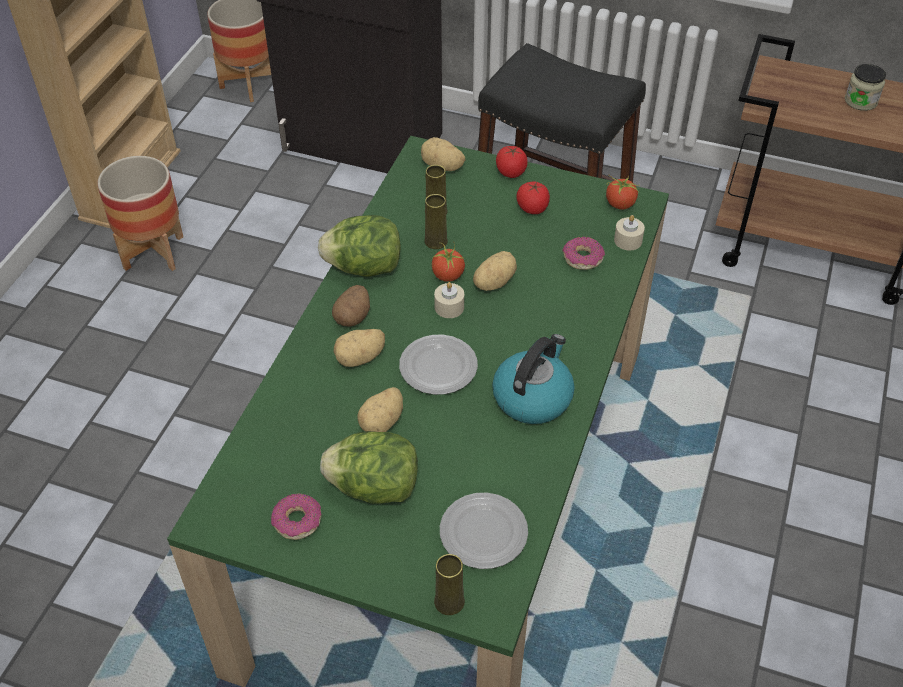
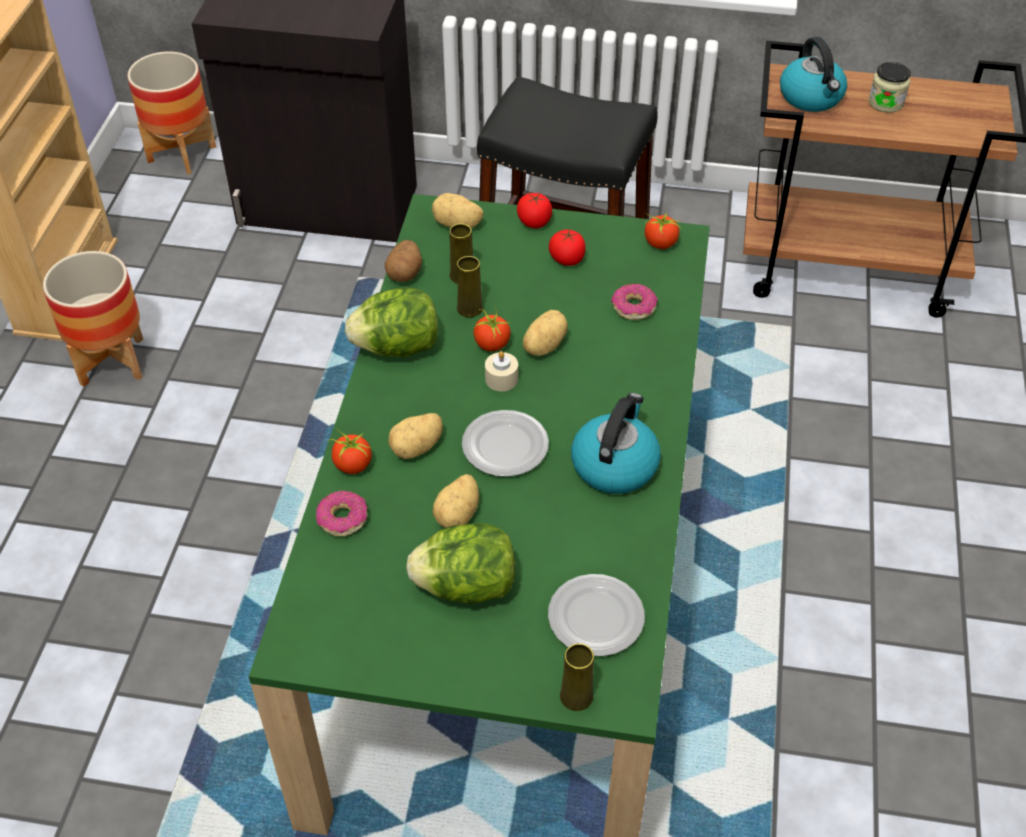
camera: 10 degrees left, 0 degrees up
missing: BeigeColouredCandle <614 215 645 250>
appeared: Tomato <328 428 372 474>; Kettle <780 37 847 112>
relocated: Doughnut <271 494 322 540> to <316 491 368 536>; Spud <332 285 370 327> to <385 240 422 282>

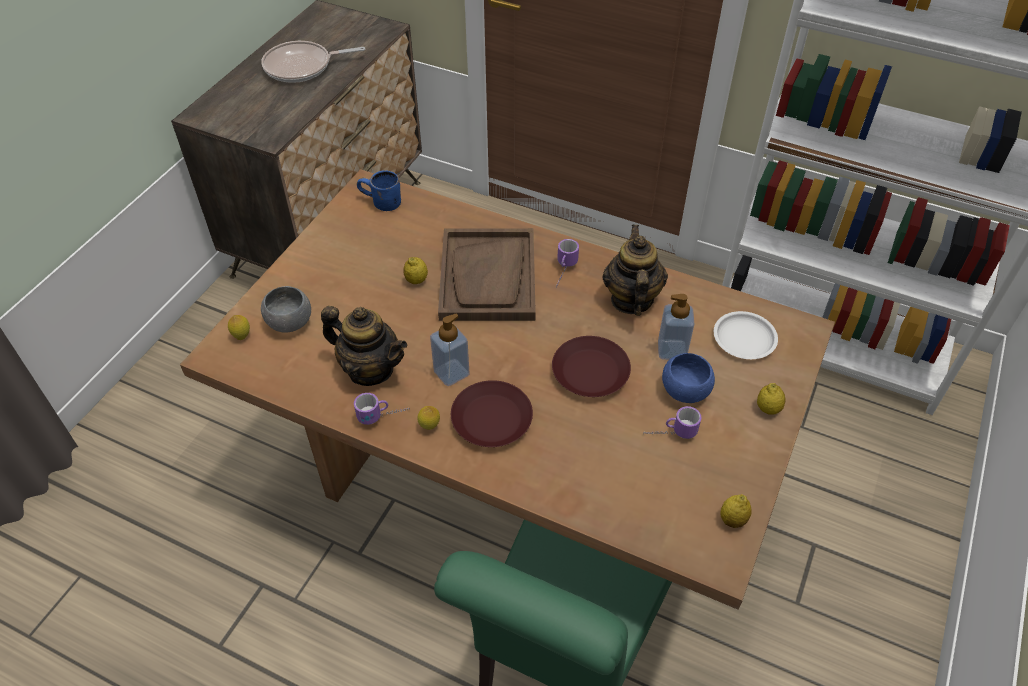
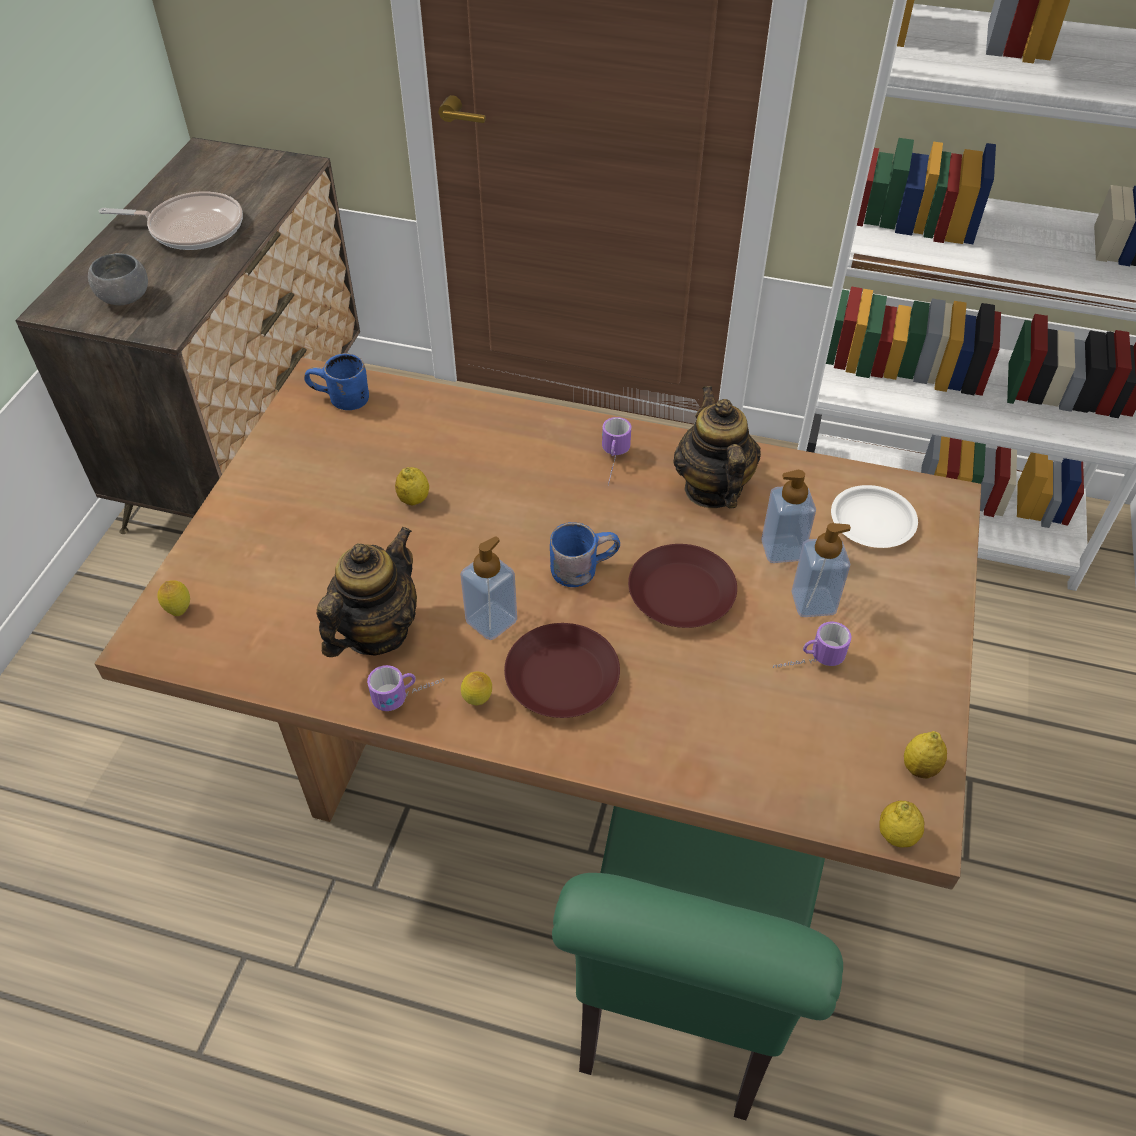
camera: 10 degrees left, 0 degrees up
missing: BrownColouredServingTray <438 228 536 321>
appeared: BlueColouredTeaMug <550 522 620 587>
relocated: GrayBowl <261 286 311 333> to <88 253 148 305>; WholeLemon <757 383 786 415> to <879 801 924 847>
exchanged: BlueColouredBowl <662 353 715 403> to SoapDispenser <791 523 851 617>
spun: Skillet <261 41 365 83> = <99 192 243 250> 150 degrees counterclockwise; Teapot <321 306 407 386> = <317 527 417 657> 75 degrees counterclockwise

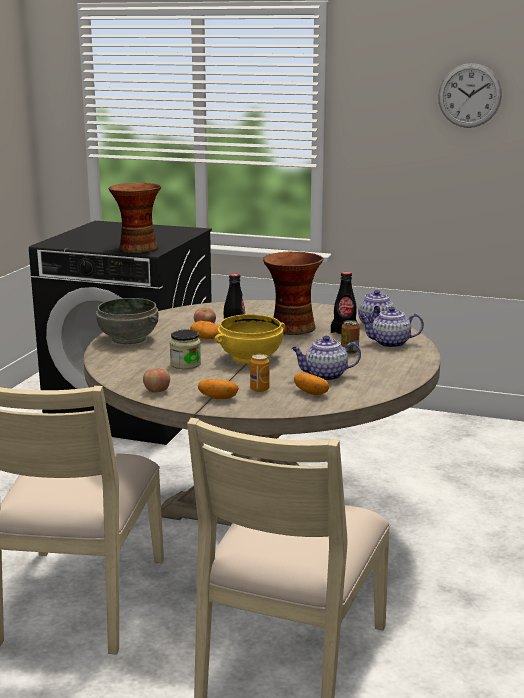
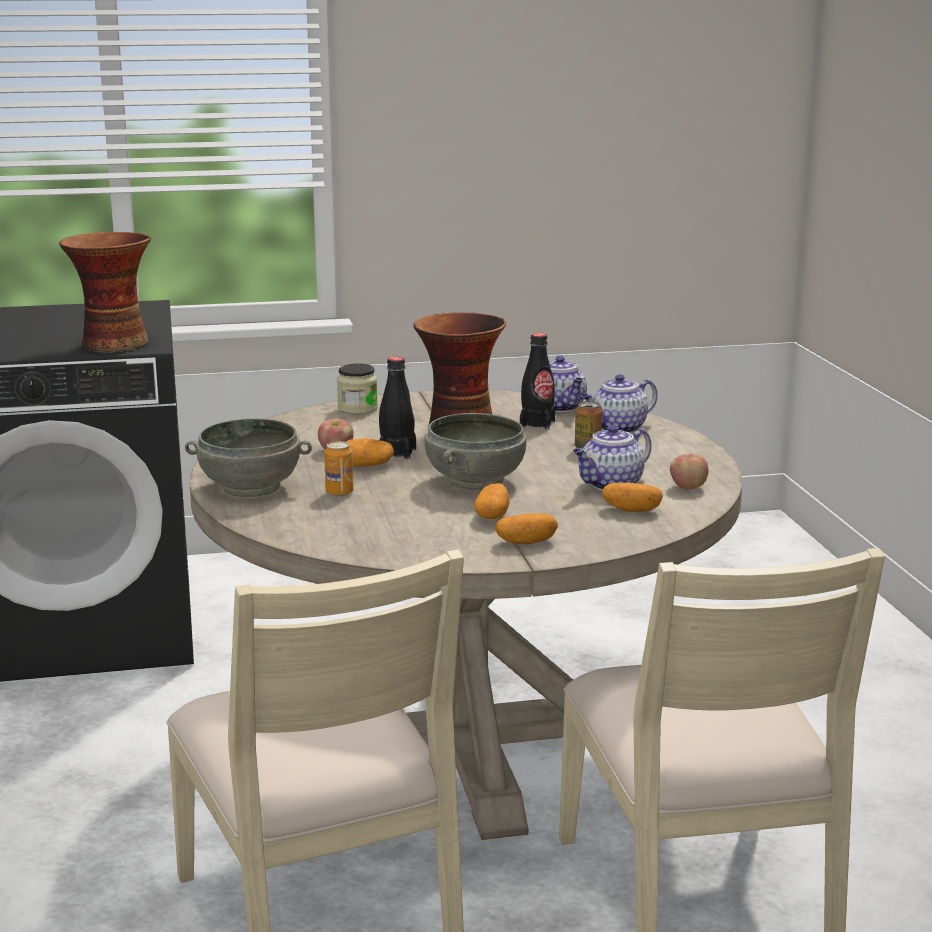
camera: 30 degrees left, 0 degrees up
missing: HangingClock <438 63 502 128>
appeared: Spud <474 483 510 519>
relocated: MetalCan <250 354 269 392> to <324 441 354 497>; StorageJar <170 330 201 369> to <337 364 378 414>; WholeApple <143 368 170 393> to <670 454 708 489>
colour: YellowishBowl <214 314 285 364> to GrayBowl <424 413 526 490>

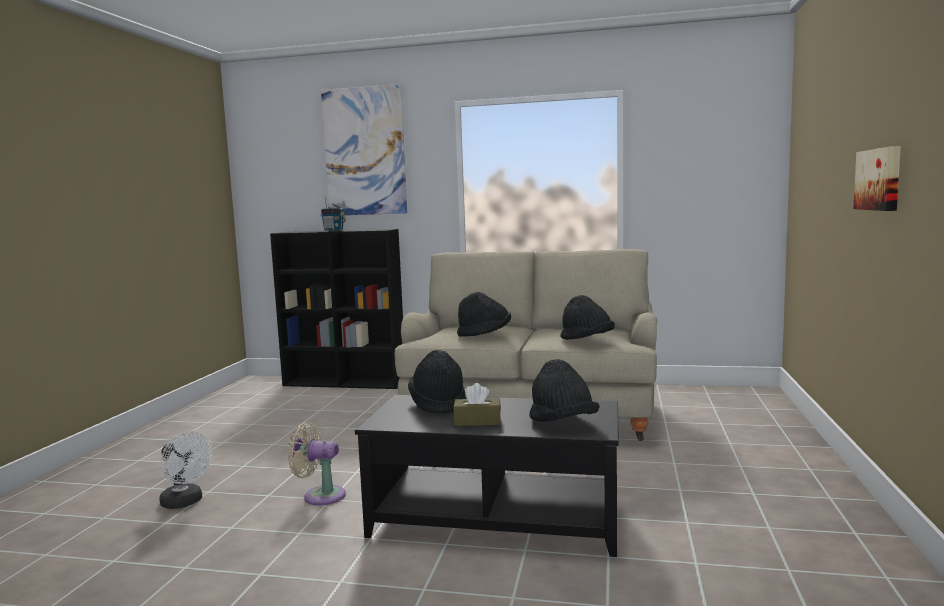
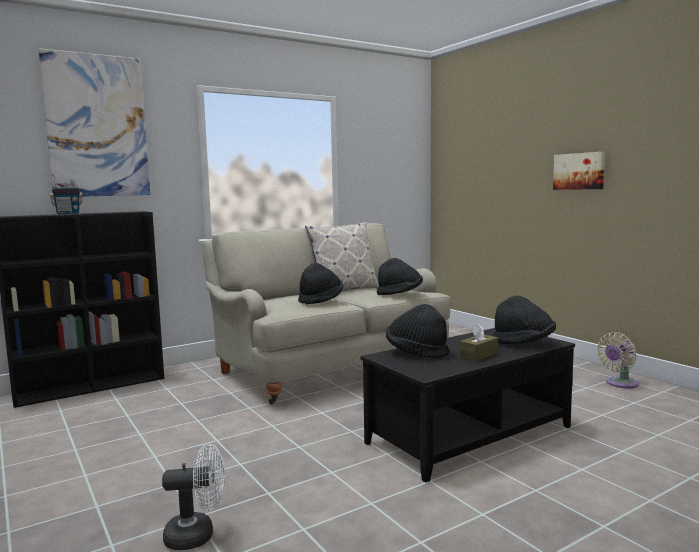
camera: 45 degrees left, 0 degrees up
appeared: Pillow <305 222 379 290>
relocated: BeigeColouredElectricFan <287 422 346 505> to <597 332 639 388>

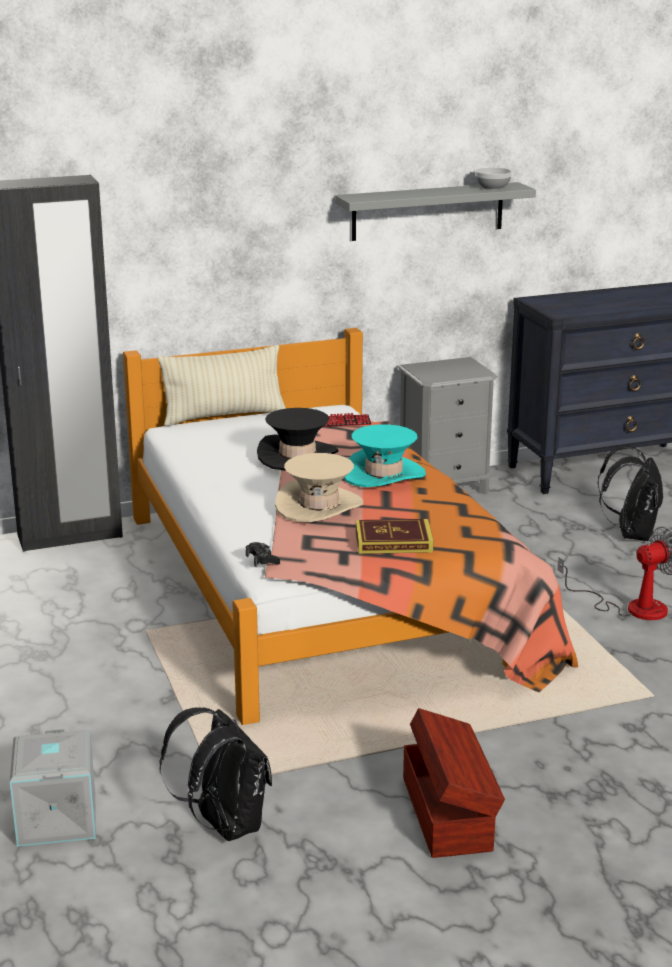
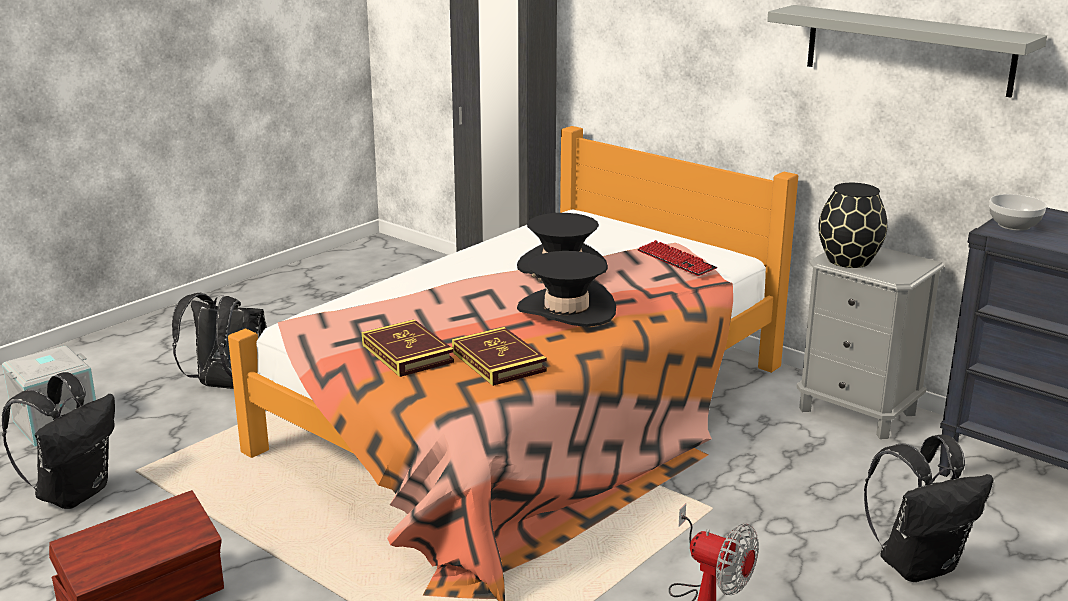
camera: 60 degrees right, 0 degrees up
missing: BeigeColouredPillow <158 345 286 426>; BlackishGamepad <246 542 280 567>; BeigeColouredHat <275 453 363 522>
appeared: BlackishRucksack <172 293 267 389>; BoundBook <452 327 547 386>; BlackishDecorativeVase <819 183 888 268>
relocated: Bowl <475 167 512 190> to <989 194 1047 231>
colour: BlueGreenHat <344 424 426 487> to BlackishHat <517 251 616 327>

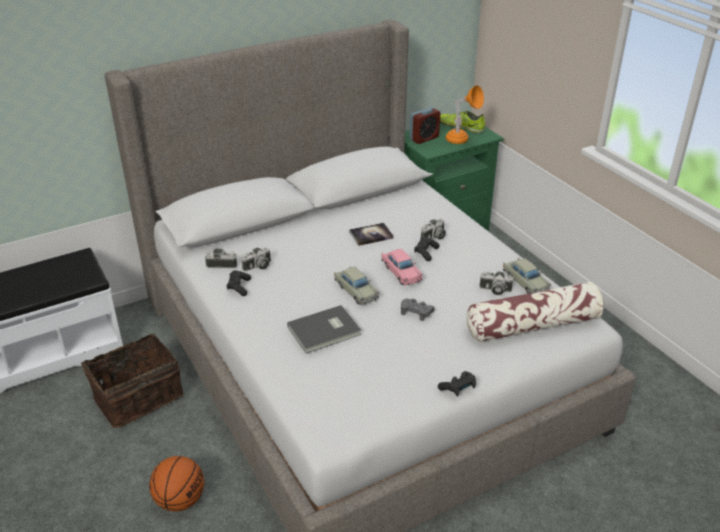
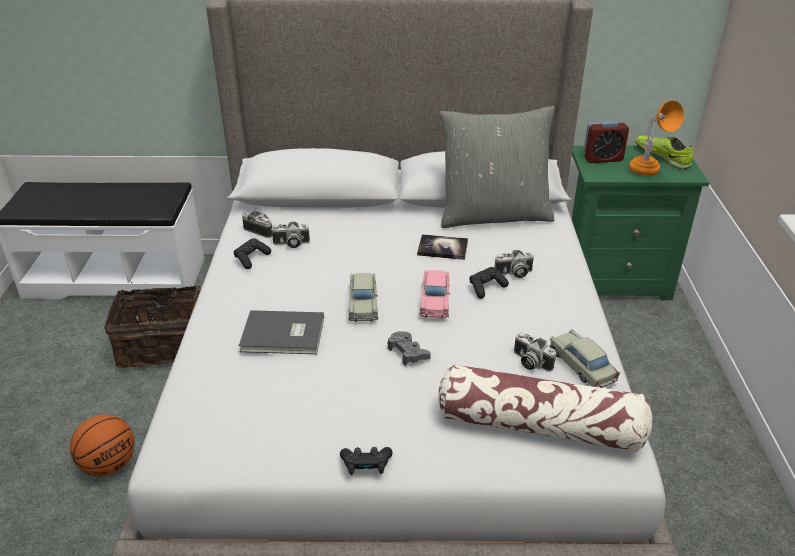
camera: 30 degrees right, 0 degrees up
appeared: GrayPillow <439 106 554 228>
spun: BeigeColouredModelCar <503 258 551 294> = <549 329 620 388> 150 degrees clockwise

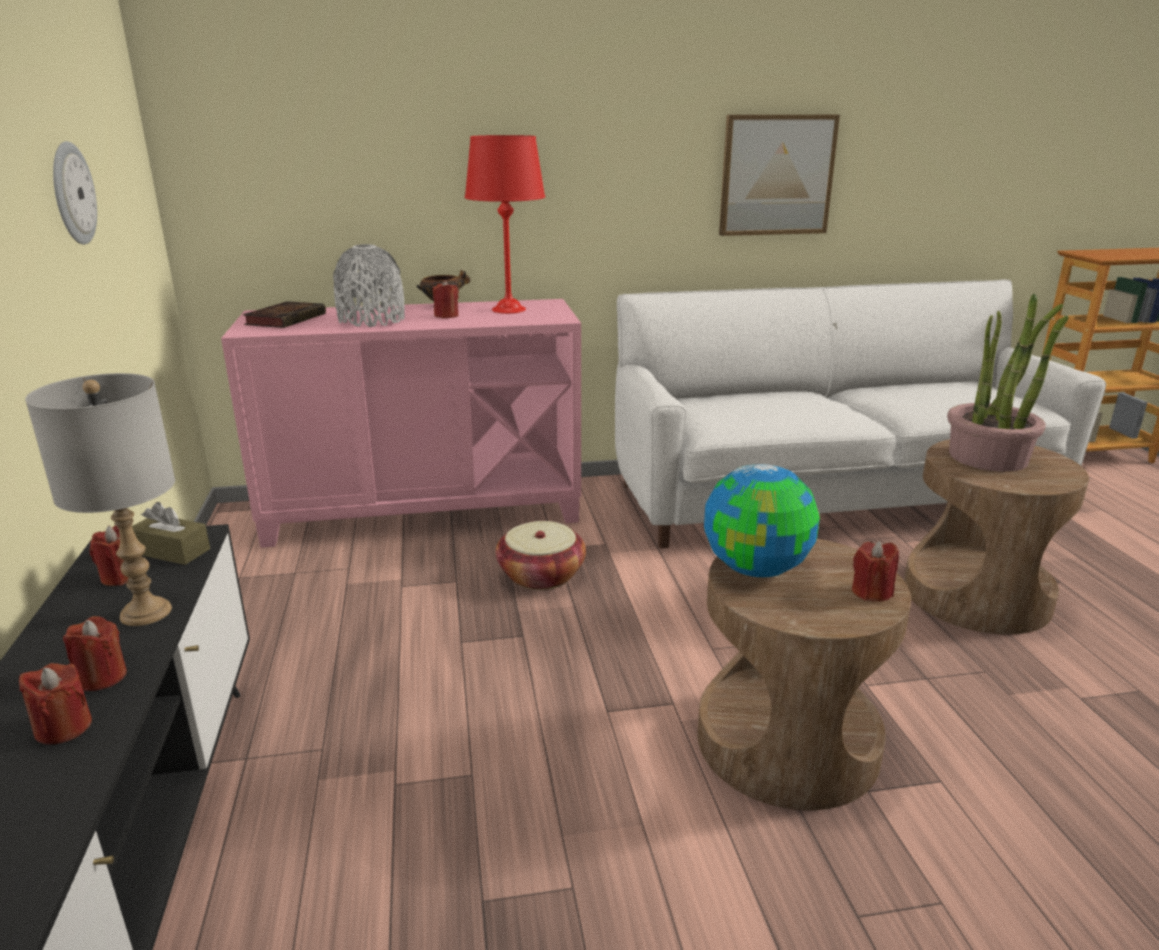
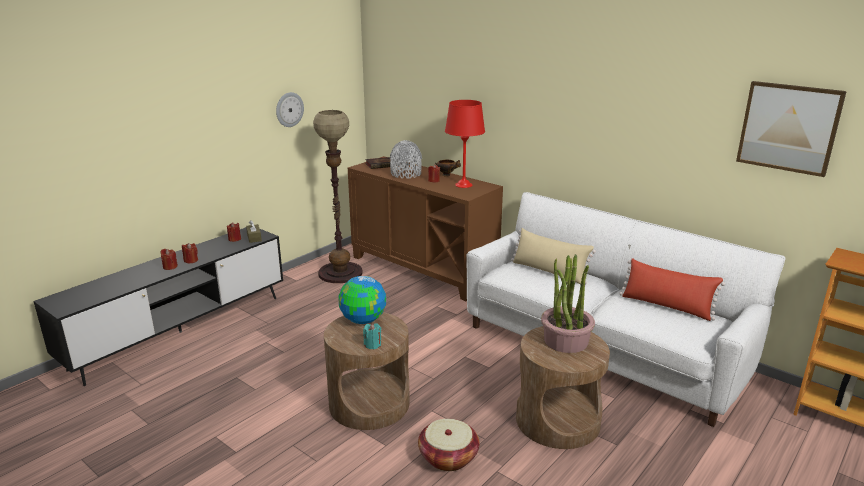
camera: 50 degrees right, 0 degrees up
missing: GrayLampForATable <25 373 175 626>
appeared: StandingLamp <313 110 363 283>; BeigeColouredPillow <511 228 596 285>; RedColouredPillow <619 258 725 321>
relocated: Basket <496 521 586 590> to <418 419 479 471>; WallPicture <719 115 840 236> to <736 81 847 177>
colour: PinkishCupboard <221 299 581 548> to BrownColouredCupboard <348 156 503 301>; RedColouredCandle <852 541 899 602> to BlueGreenCandle <363 323 381 349>

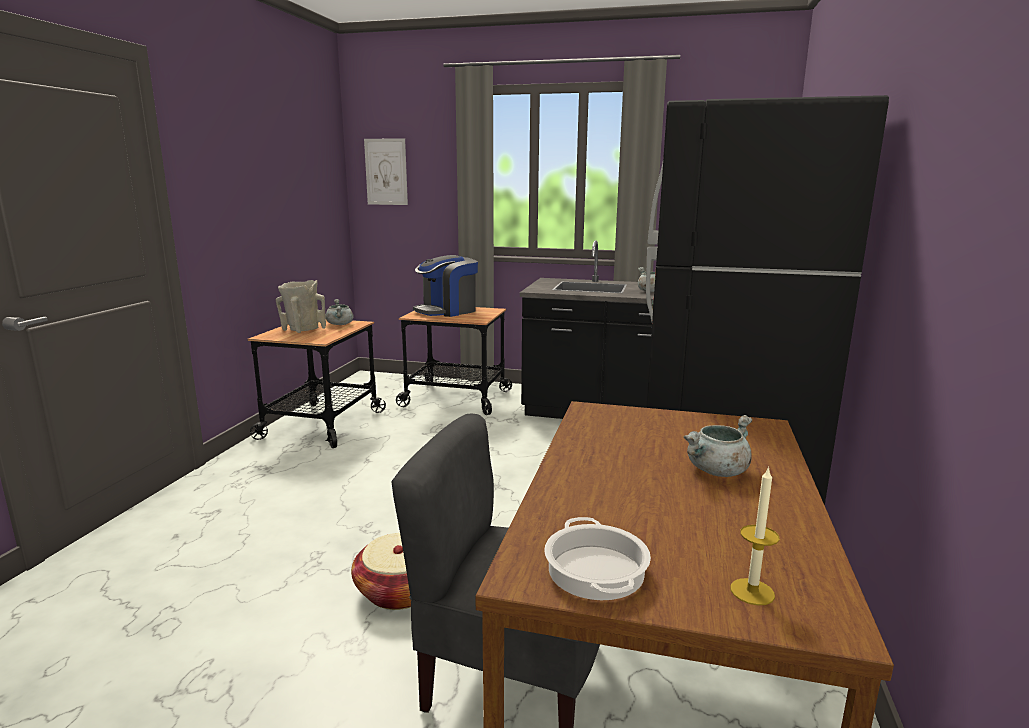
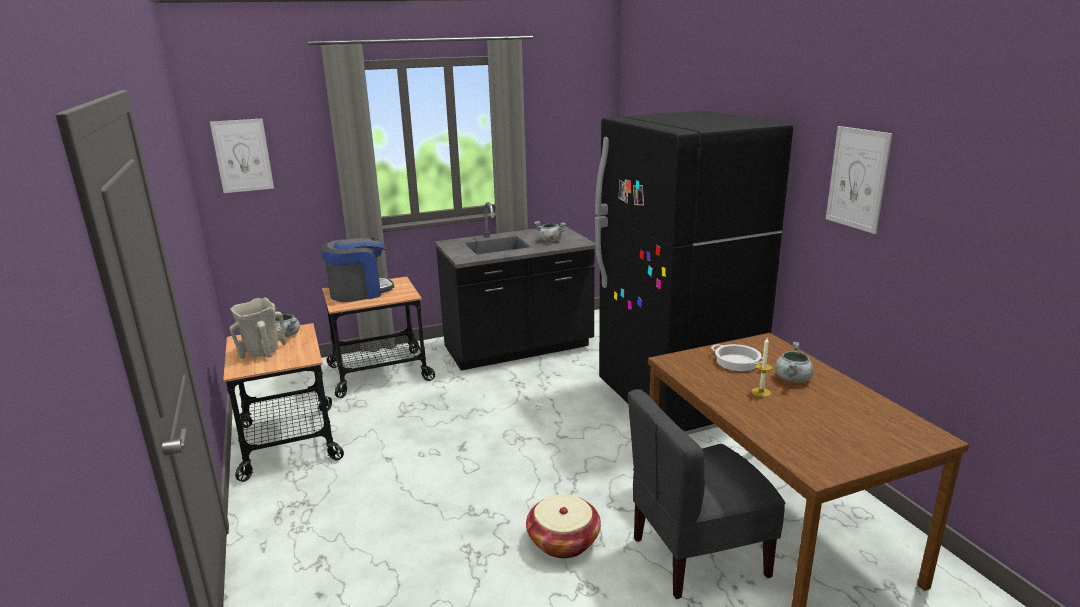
camera: 35 degrees left, 5 degrees up
appeared: WallPicture <826 126 892 234>
relocated: CookingPot <544 517 651 600> to <711 344 763 371>; Candle <731 466 780 605> to <751 338 773 397>
spun: CoffeeBrewer <413 255 478 317> = <321 238 394 302> 135 degrees counterclockwise

